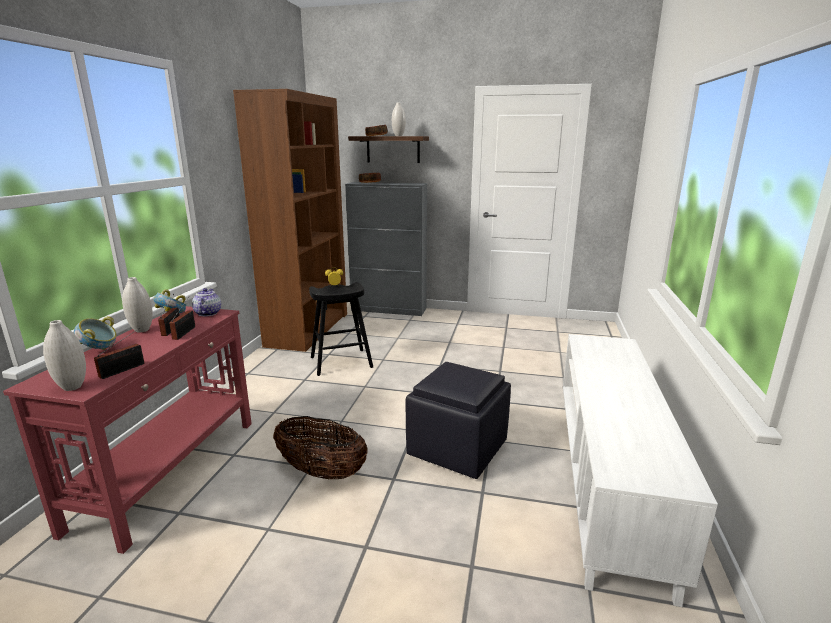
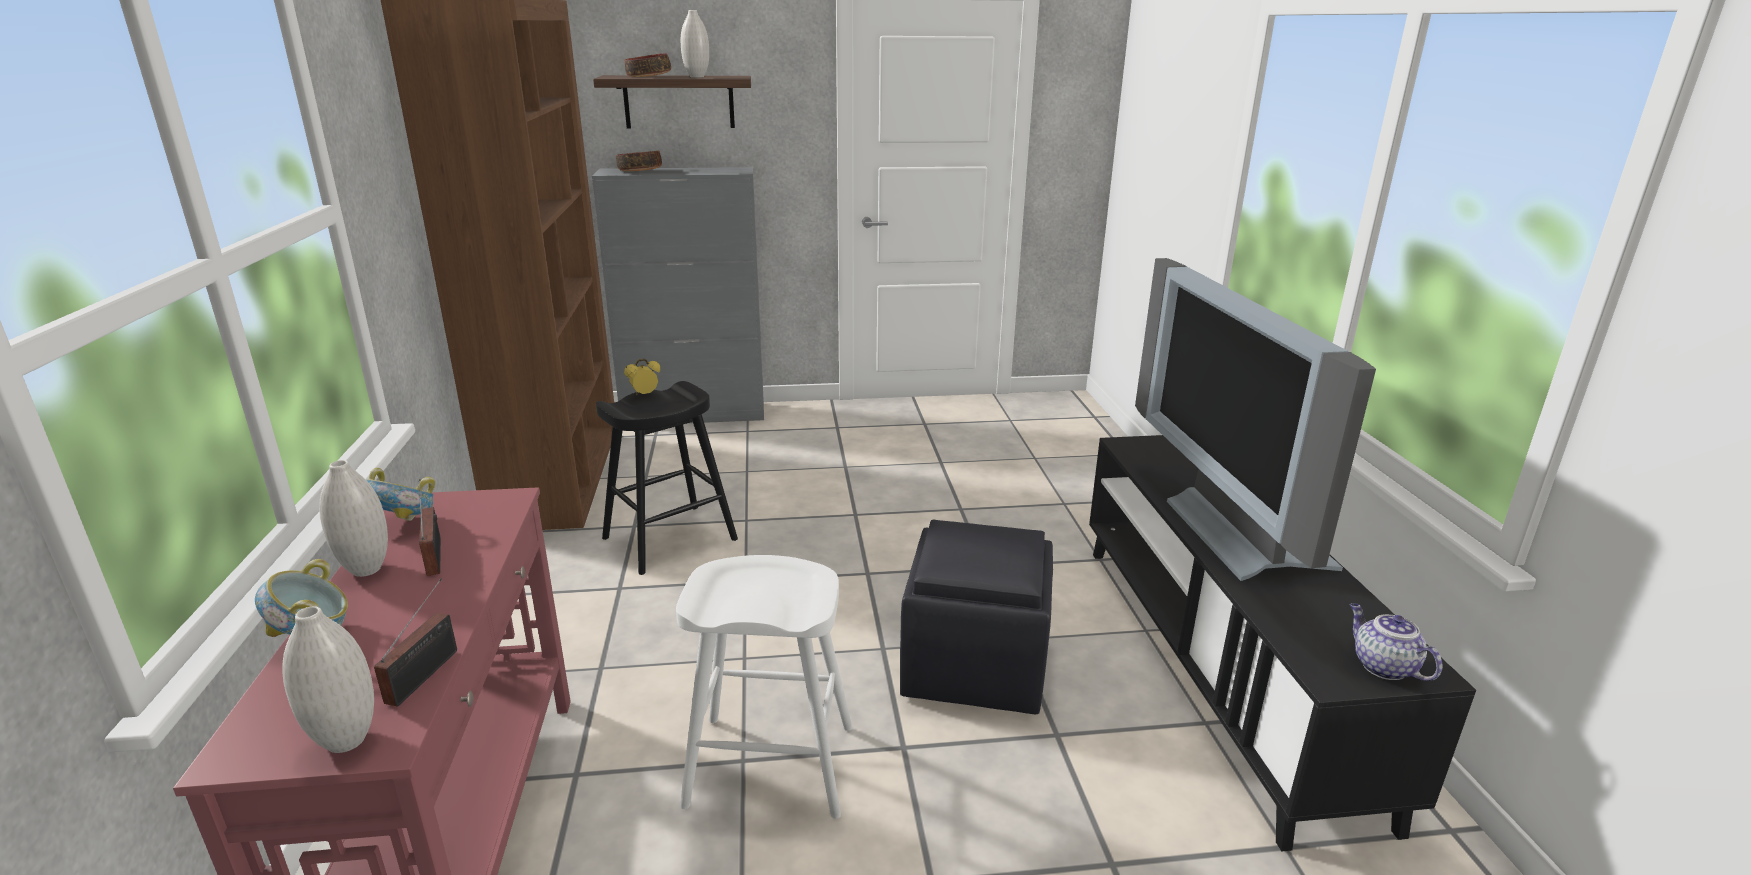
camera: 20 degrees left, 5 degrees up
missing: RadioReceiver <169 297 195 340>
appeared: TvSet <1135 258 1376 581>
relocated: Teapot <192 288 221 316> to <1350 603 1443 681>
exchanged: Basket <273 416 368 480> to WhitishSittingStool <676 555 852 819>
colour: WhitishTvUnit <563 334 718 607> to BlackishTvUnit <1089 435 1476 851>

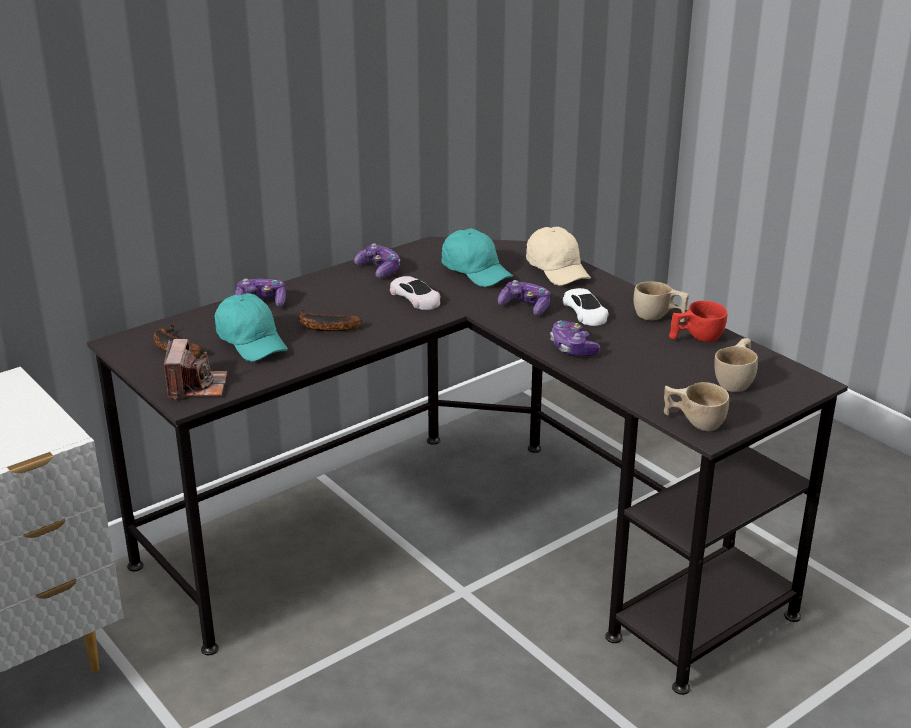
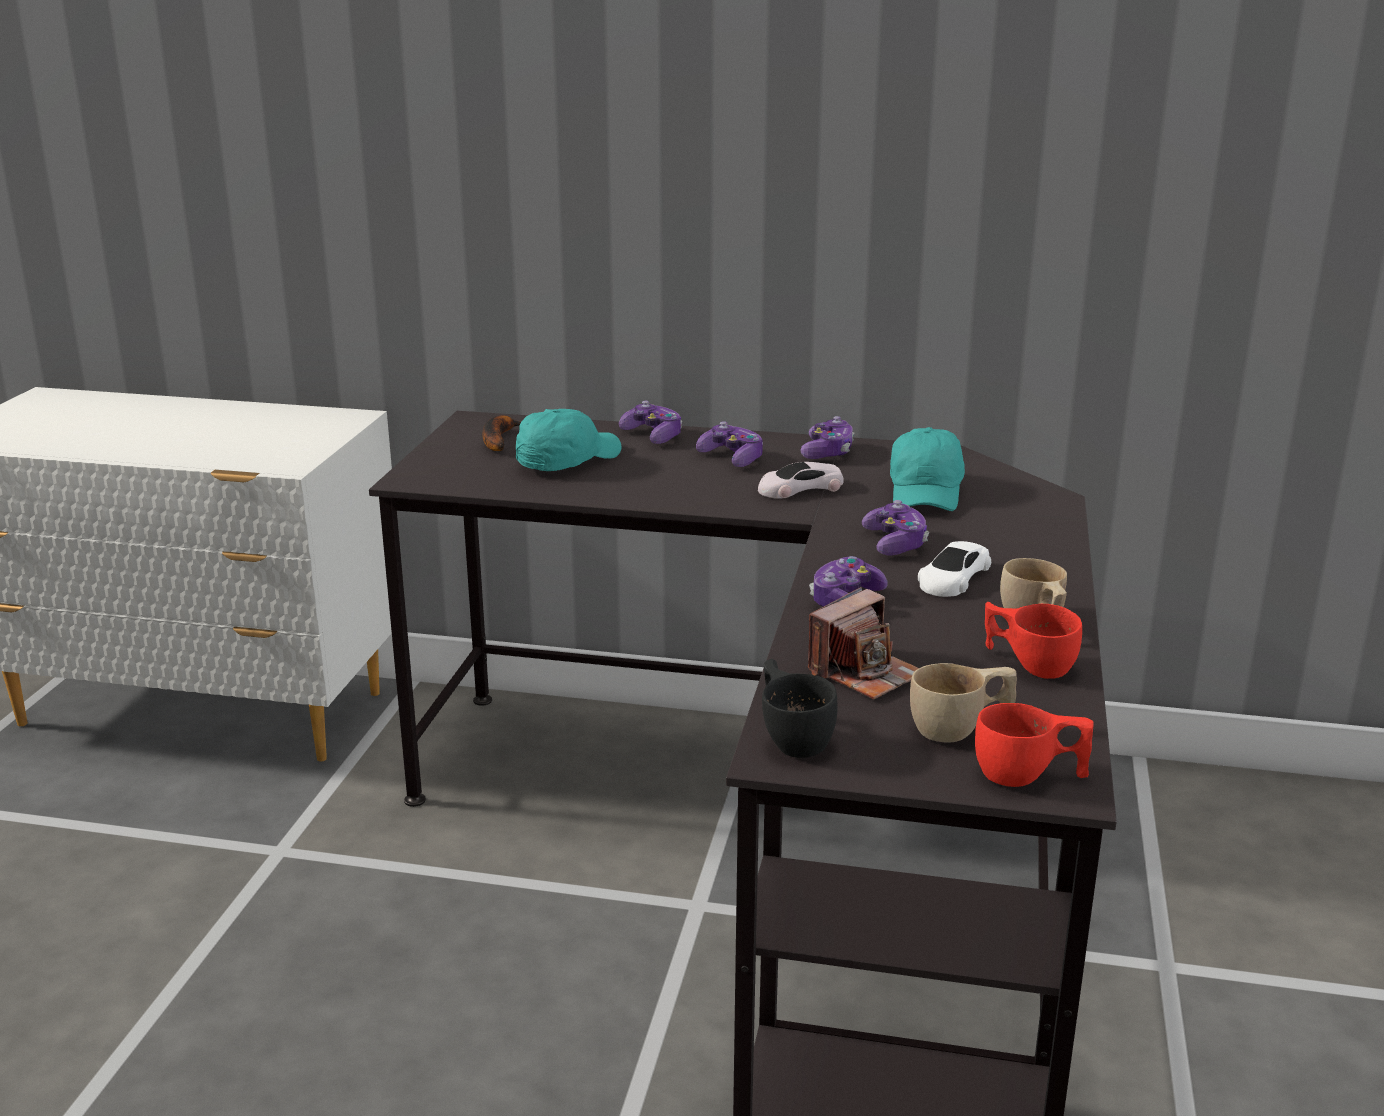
camera: 50 degrees right, 5 degrees down
missing: WholeBanana <299 309 362 331>; BeigeColouredBaseballCap <526 227 591 286>
appeared: Gamepad <696 421 763 467>; RedColouredSmallCup <975 703 1093 787>
relocated: StillCamera <164 339 227 399> to <808 587 919 699>
colour: BeigeColouredSmallCup <664 382 729 431> to BlackishSmallCup <762 659 837 758>
spun: BlueGreenBaseballCap <215 293 288 362> = <516 409 622 471> 150 degrees counterclockwise; WhitishModelCar <390 276 440 310> = <758 462 844 499> 60 degrees clockwise

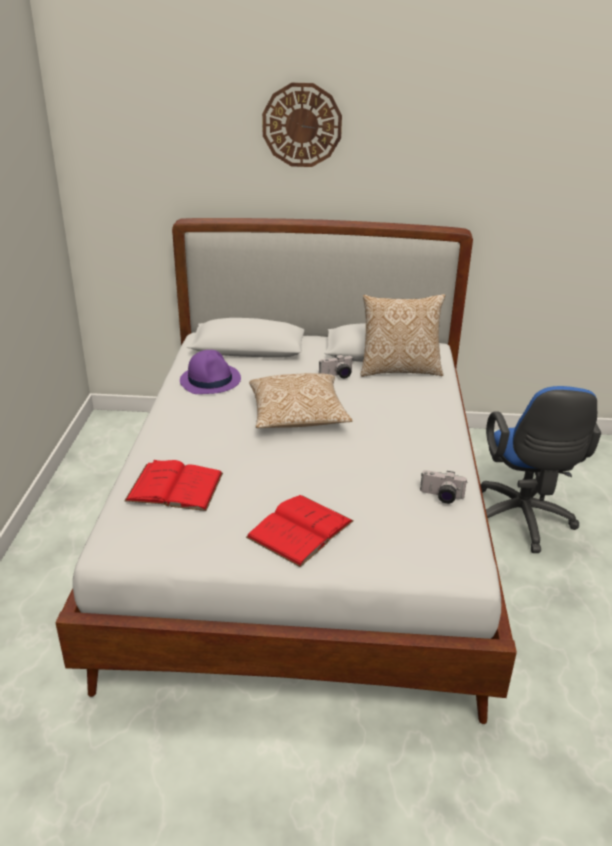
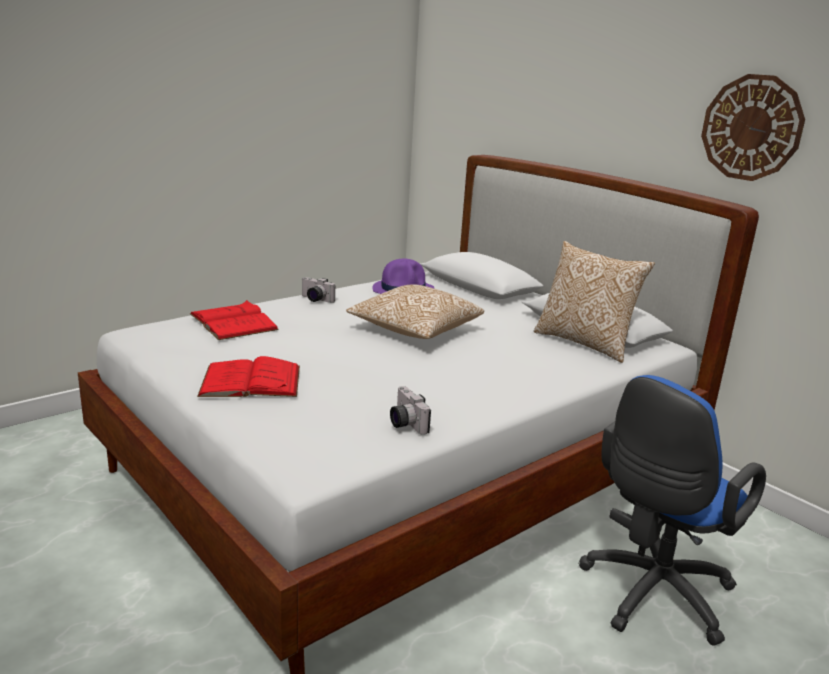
camera: 45 degrees right, 10 degrees down
relocated: StillCamera <319 354 353 378> to <301 277 335 303>; HangingClock <262 83 342 167> to <701 74 805 181>

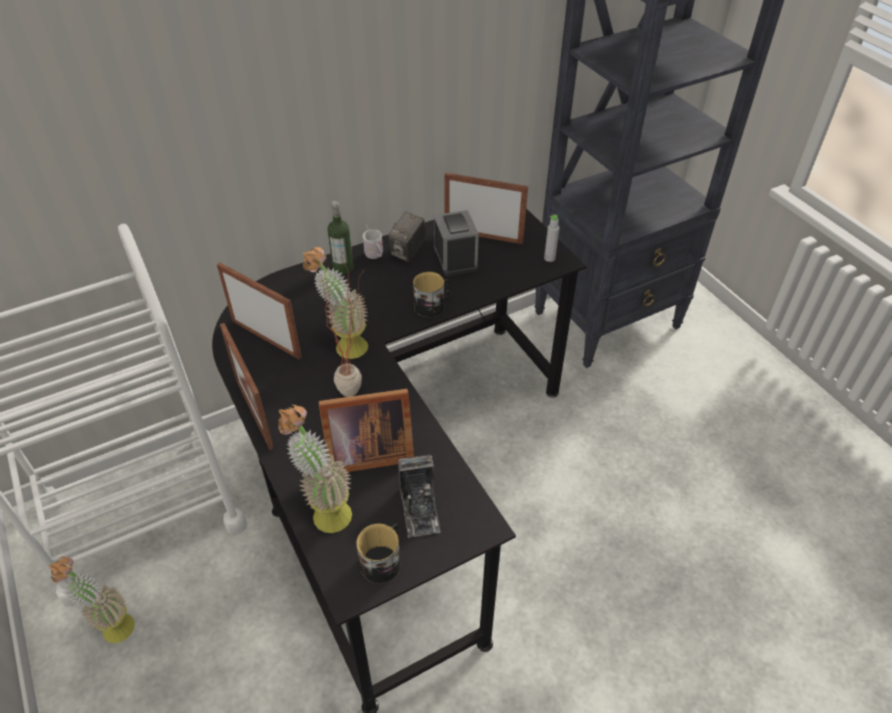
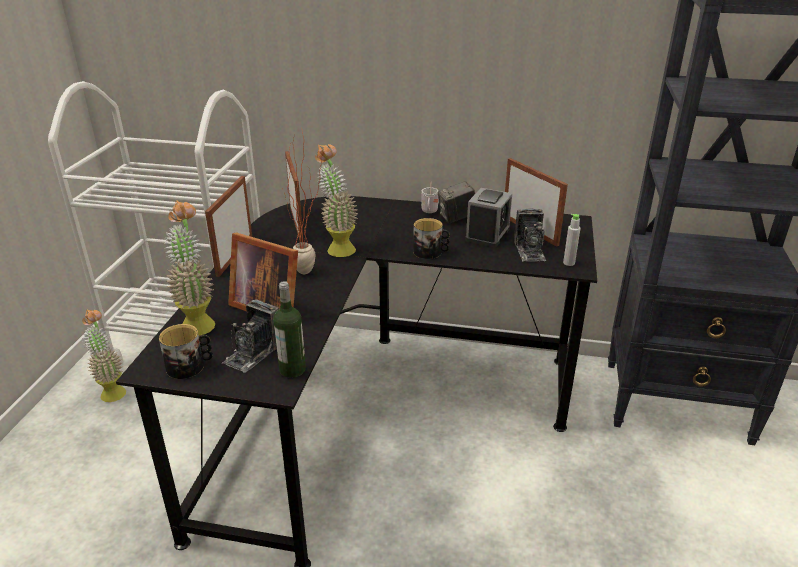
camera: 40 degrees right, 15 degrees down
appeared: StillCamera <514 209 546 262>
relocated: BeverageBottle <327 201 353 274> to <273 281 306 378>

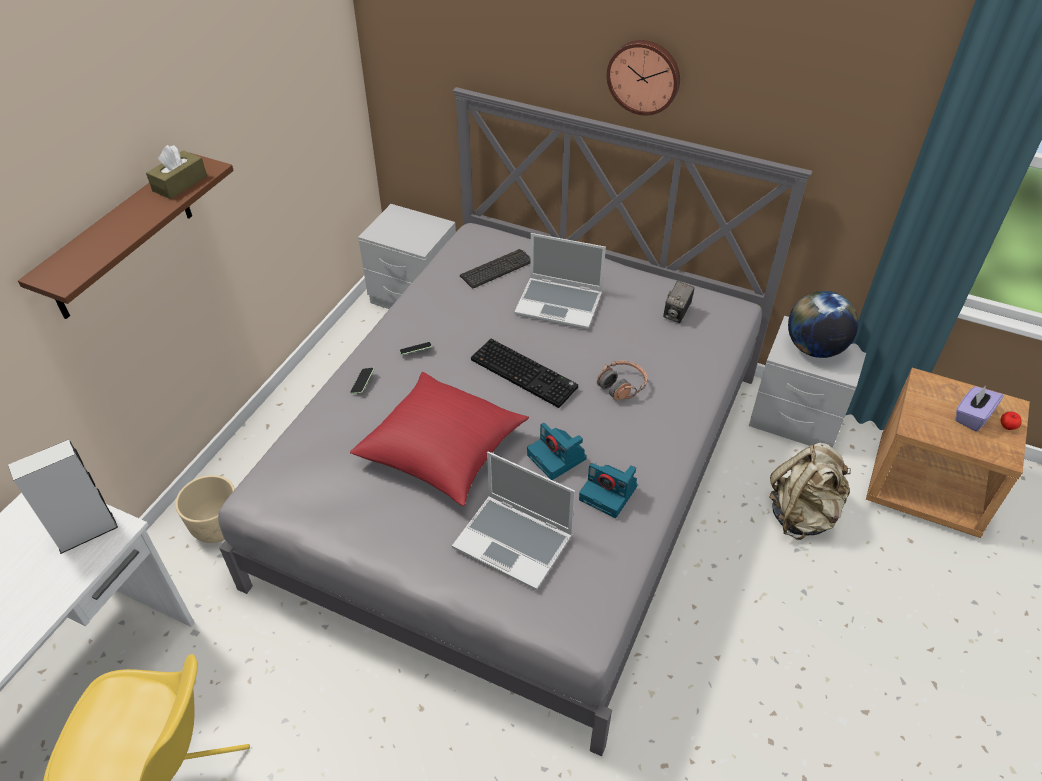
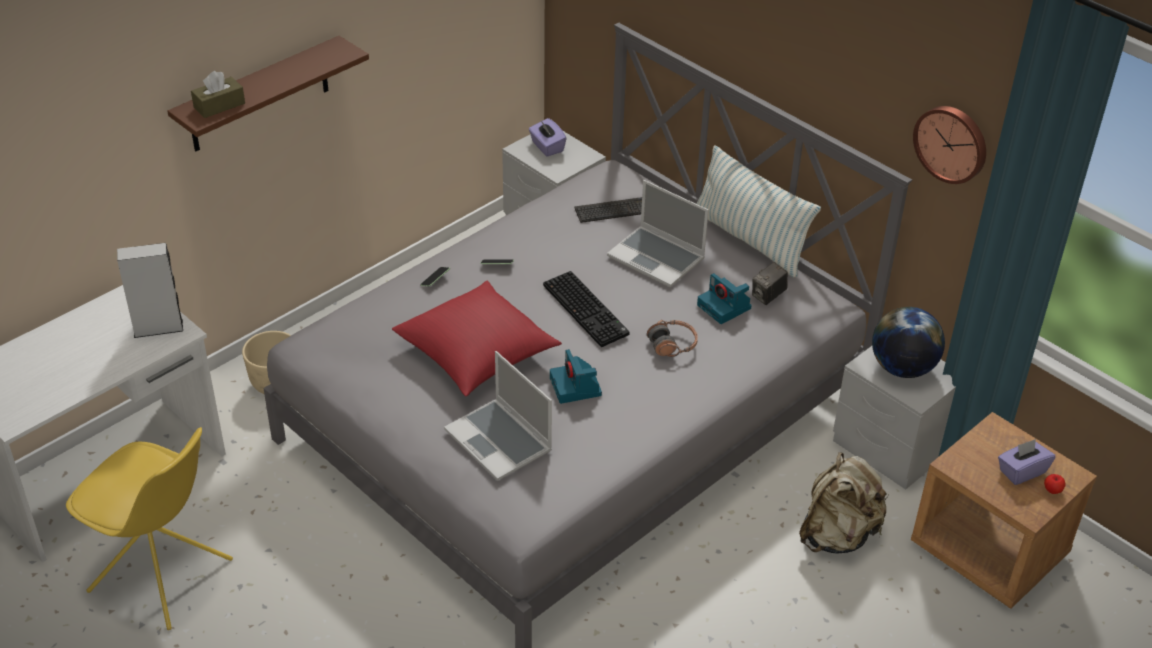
camera: 20 degrees right, 5 degrees down
appeared: PurplishTissueBox <529 118 567 157>; Pillow <697 145 821 278>
relocated: BrownColouredTissueBox <146 145 207 199> to <191 71 245 118>; StillCamera <579 463 637 518> to <697 273 752 324>; HangingClock <607 40 680 115> to <913 106 986 184>

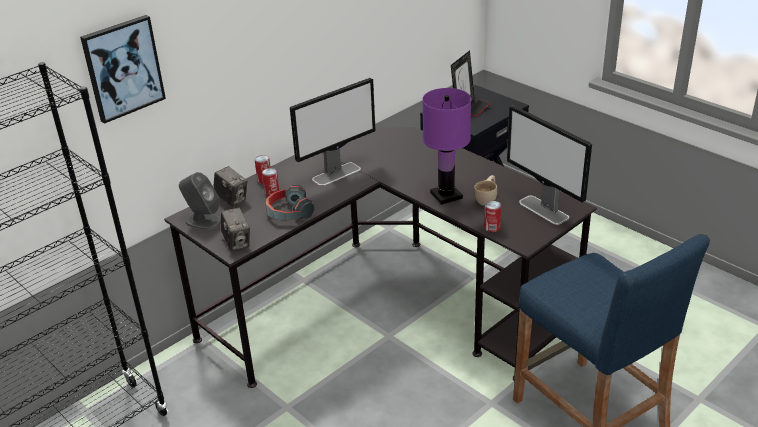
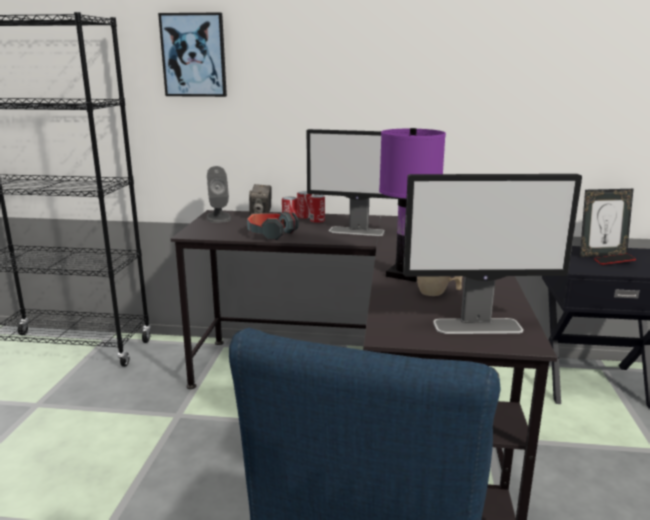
camera: 50 degrees right, 15 degrees down
missing: StillCamera <221 208 250 251>
relocated: MetalCan <484 201 502 232> to <310 195 325 223>
spun: ComputerDisplay <507 105 592 225> = <403 174 582 334> 105 degrees counterclockwise

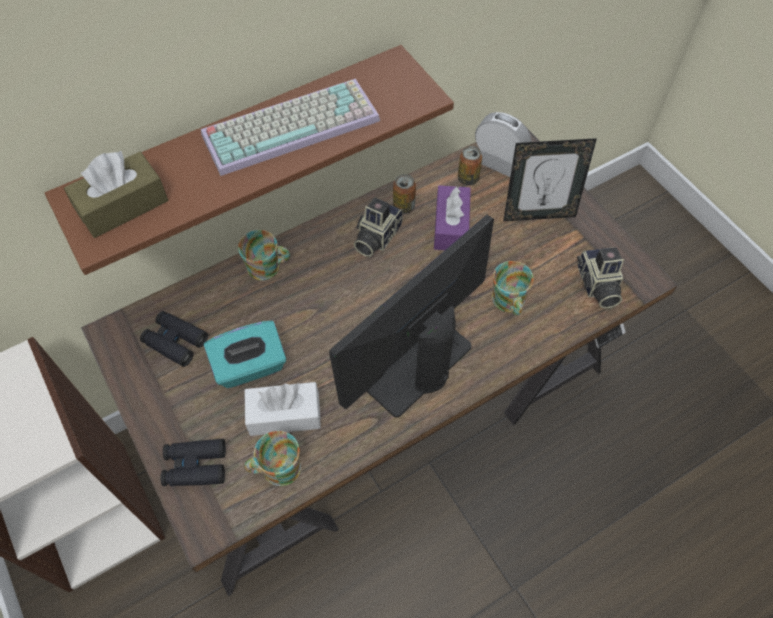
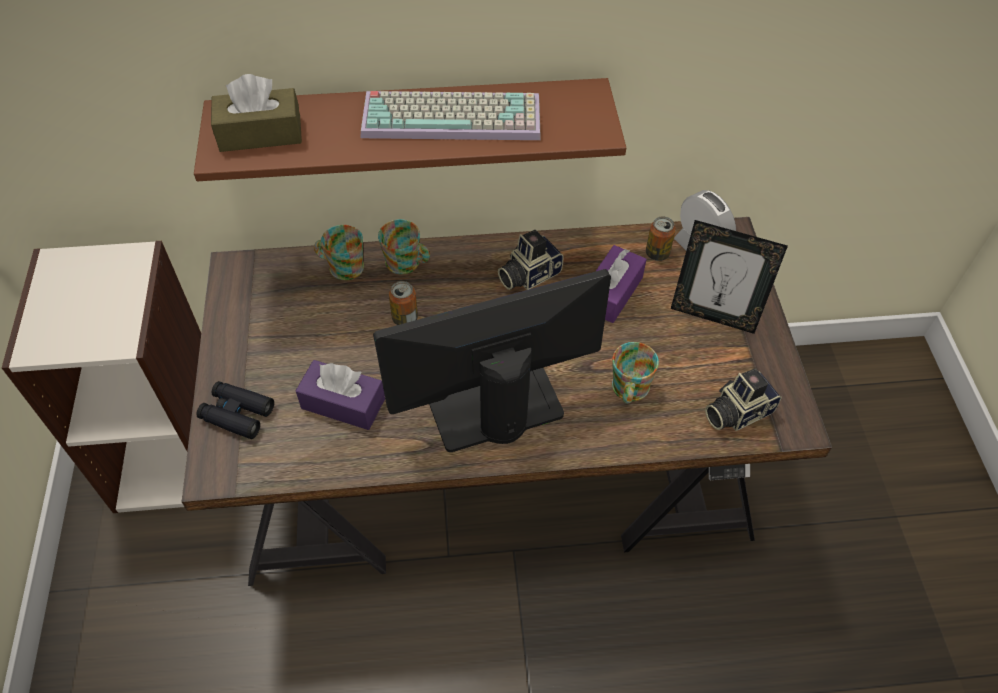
camera: 25 degrees right, 5 degrees down
missing: BlackishFieldGlasses <140 311 208 367>; BlueGreenTissueBox <204 321 286 388>
relocated: TeaMug <245 431 301 486> to <314 225 364 280>; MetalCan <393 174 416 214> to <389 281 418 325>
colour: WhitishTissueBox <245 382 321 436> to PurplishTissueBox <296 360 385 430>
spun: StillCamera <577 247 624 309> = <705 368 782 431> 45 degrees clockwise

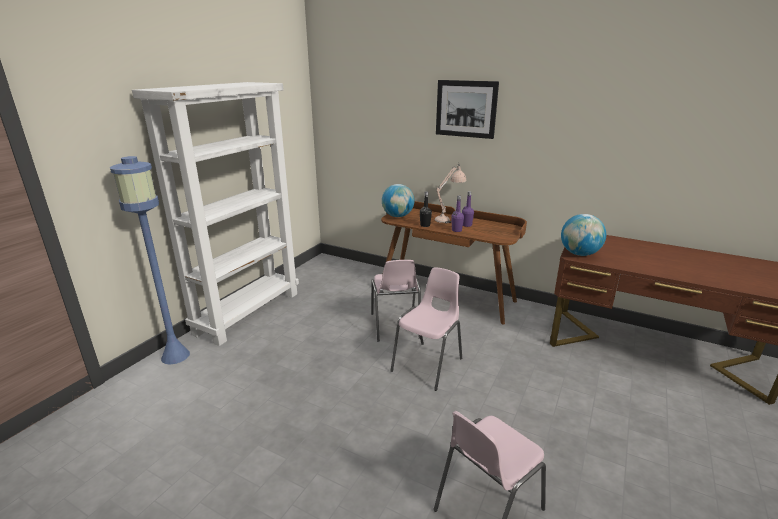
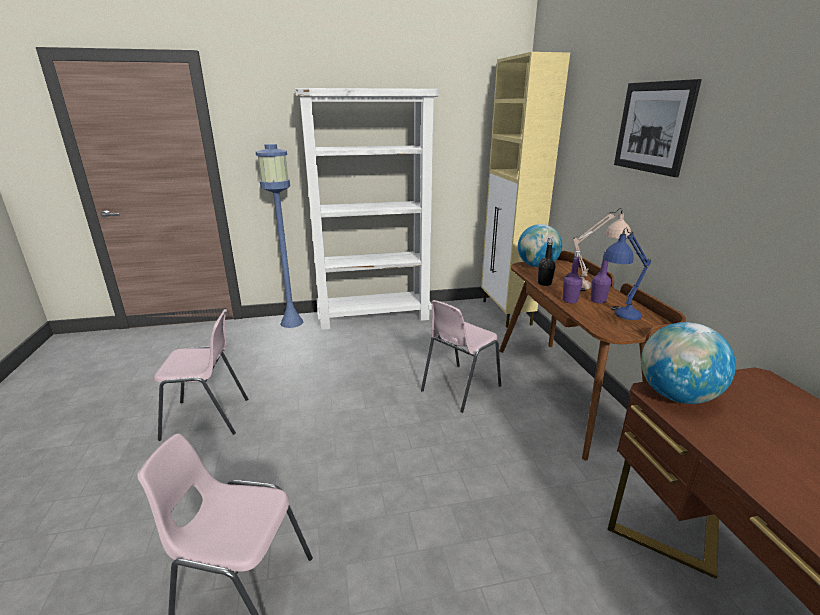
camera: 50 degrees right, 0 degrees up
appeared: BeigeColouredCupboard <481 52 570 328>; BlueColouredLampForATable <603 228 651 320>
relocated: PinkishUprightChair <390 267 462 391> to <154 309 248 441>

